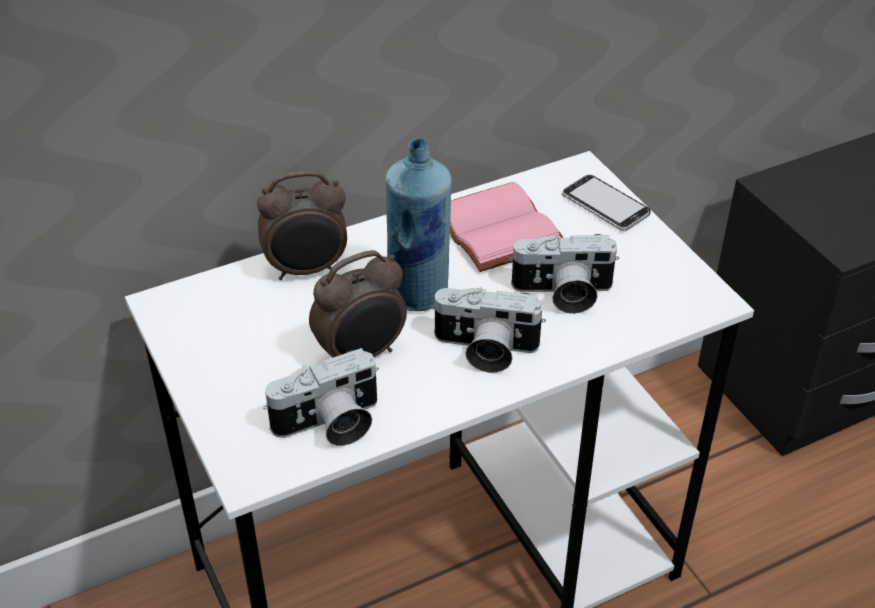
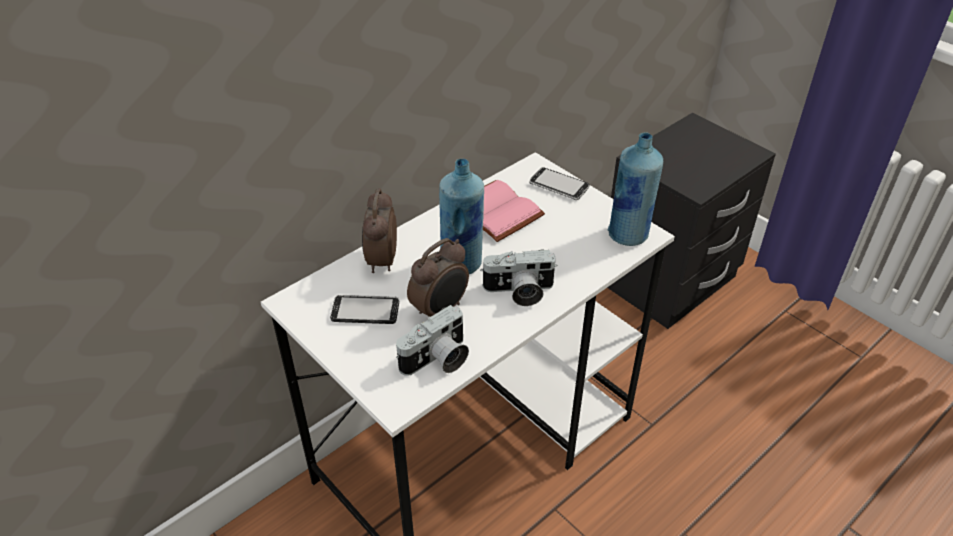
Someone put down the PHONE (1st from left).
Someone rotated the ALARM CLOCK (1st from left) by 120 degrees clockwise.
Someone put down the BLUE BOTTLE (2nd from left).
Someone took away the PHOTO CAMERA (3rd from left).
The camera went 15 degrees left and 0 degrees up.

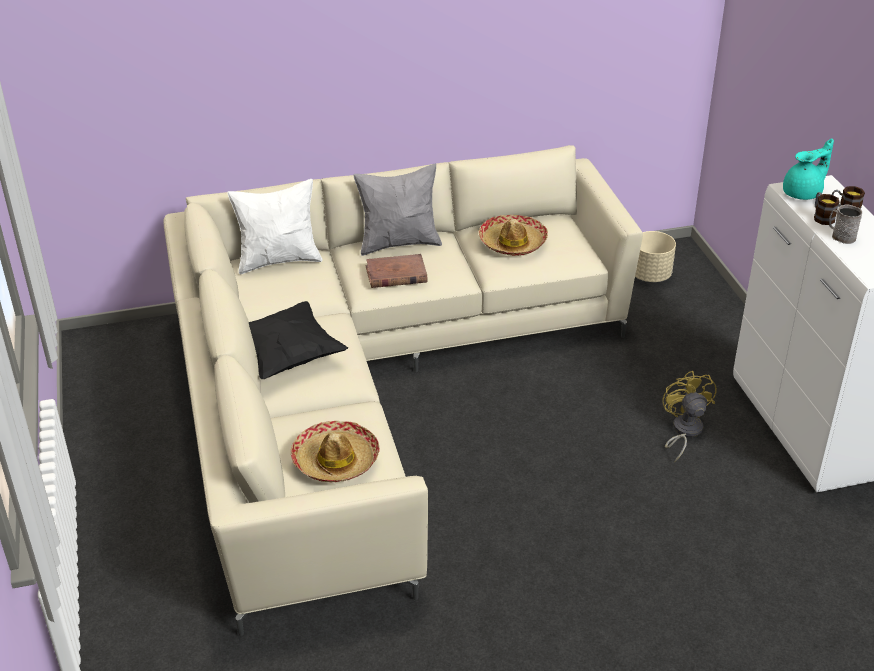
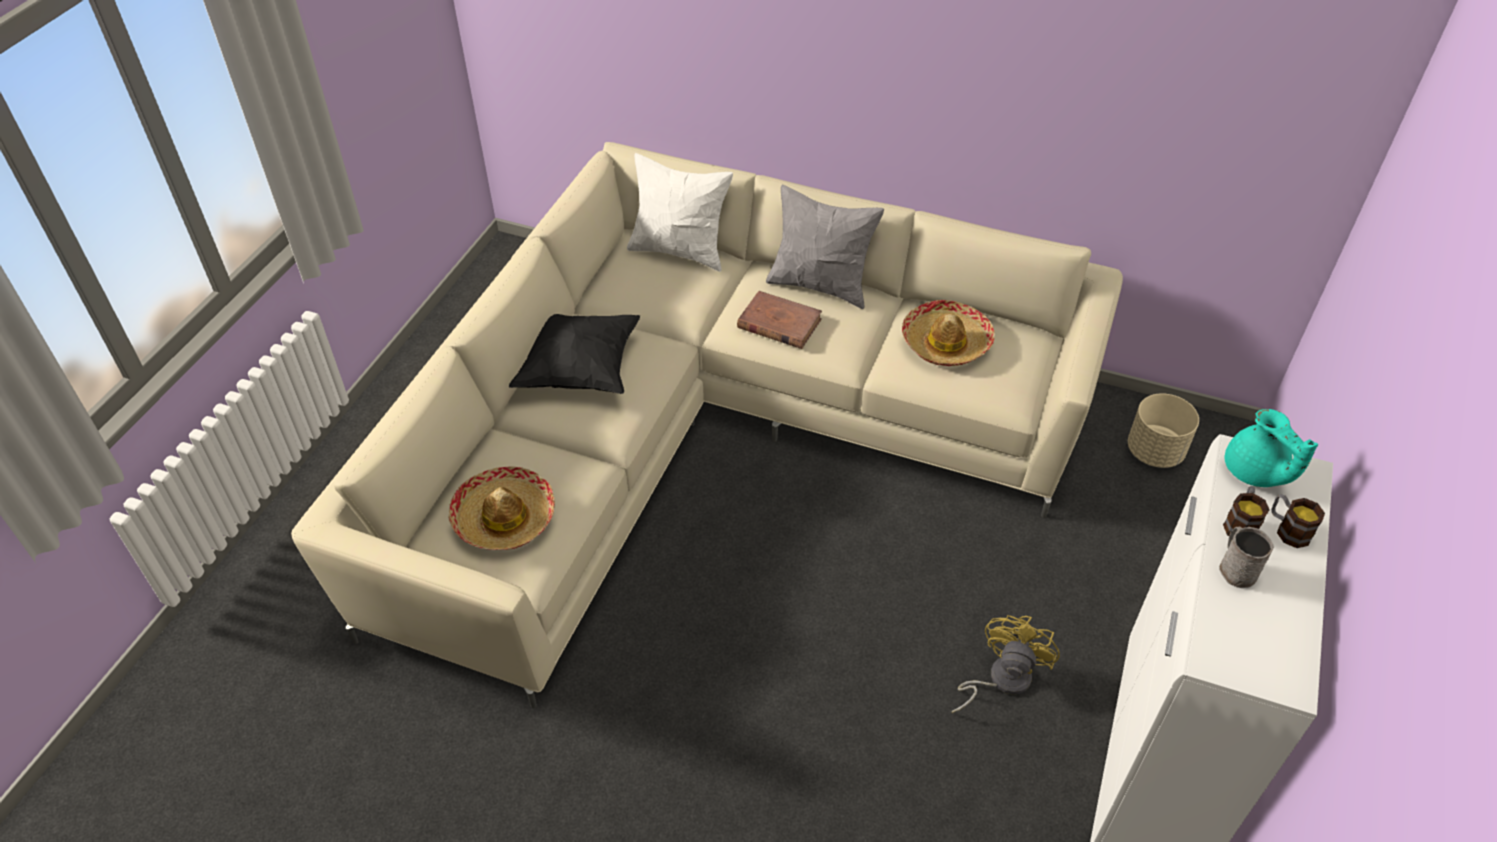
Someone rotated the TURQUOISE TEAPOT by 60 degrees clockwise.
The camera went 35 degrees right and 10 degrees up.

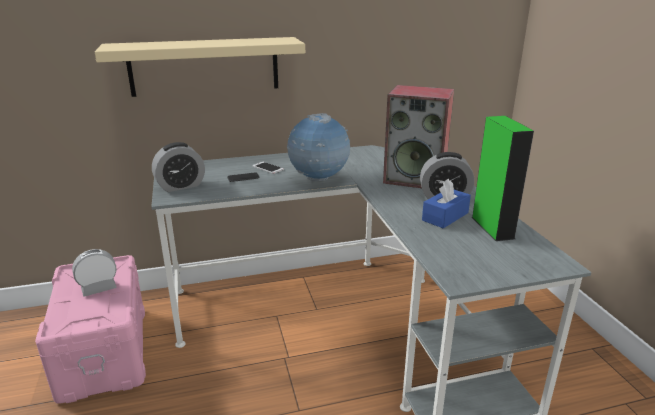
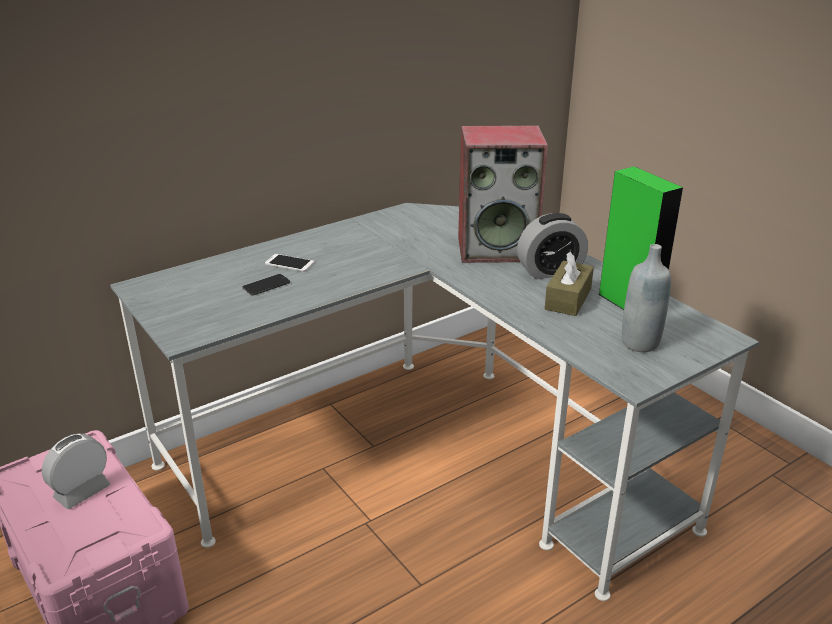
Someone repainted the BLUE TISSUE BOX, which became the BROWN TISSUE BOX.
Someone put down the GREY BOTTLE.
Someone took away the BEIGE SHELF.
Someone took away the ALARM CLOCK (2nd from left).
Someone took away the GLOBE.
The camera went 20 degrees left and 5 degrees up.

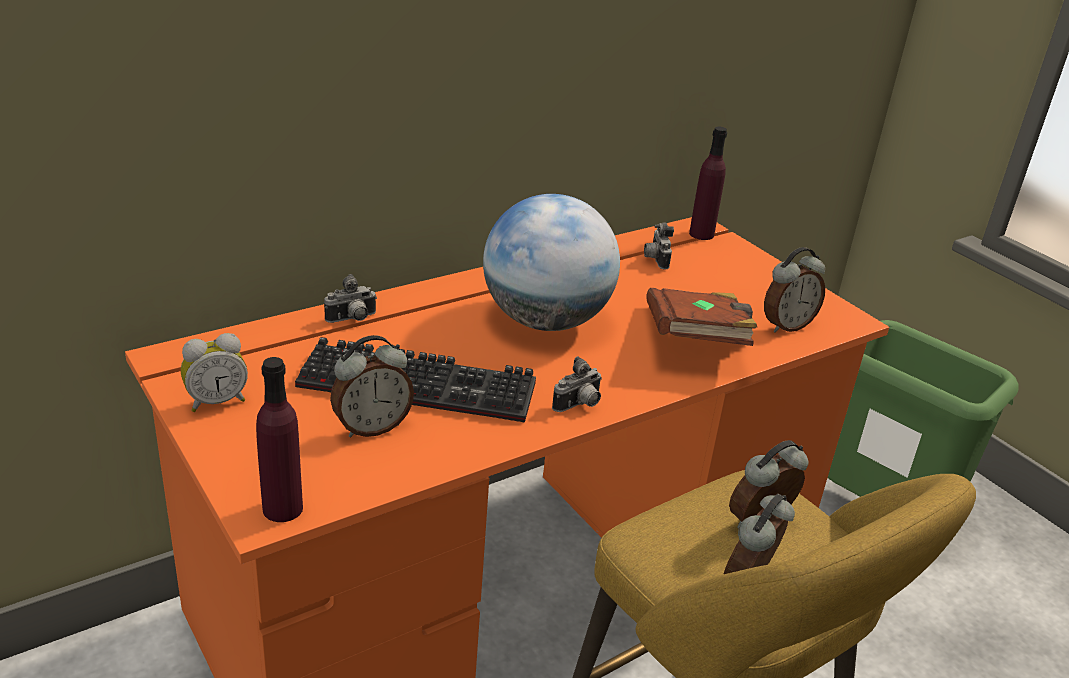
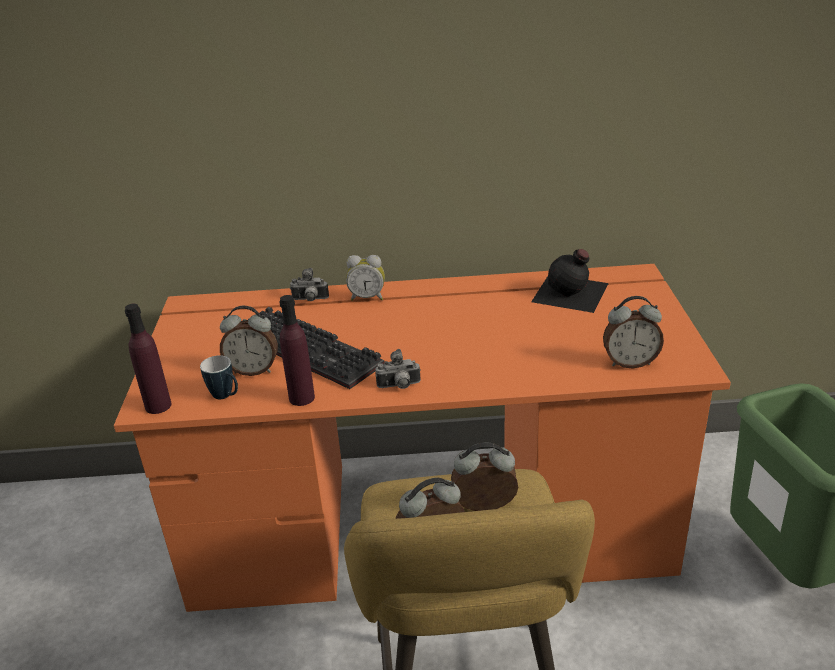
Someone put down the MUG.
Someone carried the PURPLE BOTTLE (2nd from left).
Someone carried the ALARM CLOCK (1st from left in the first image).
Someone swapped the PHOTO CAMERA (3rd from left) for the BLACK BOTTLE.
Someone took away the GLOBE.
Someone took away the BROWN BOOK.
The camera went 35 degrees right and 0 degrees up.

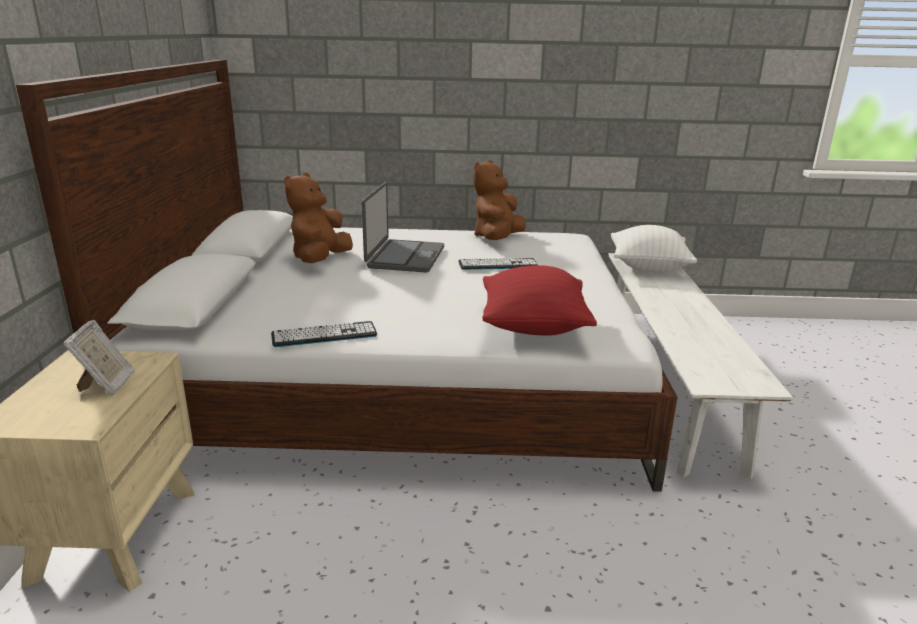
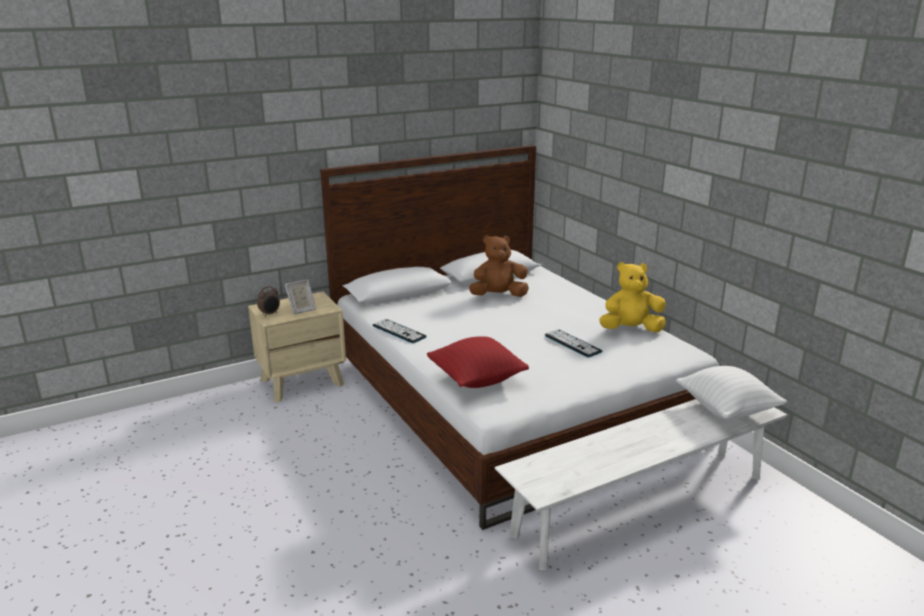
Someone put down the ALARM CLOCK.
Someone repainted the BROWN PLUSH TOY (2nd from left), which became the YELLOW PLUSH TOY.
Someone took away the LAPTOP.
The camera went 60 degrees right and 0 degrees up.

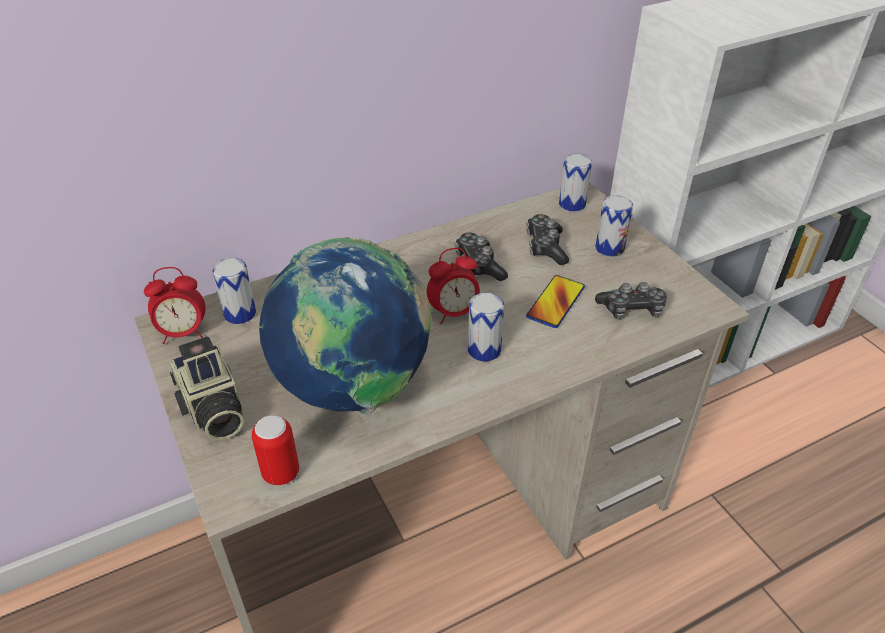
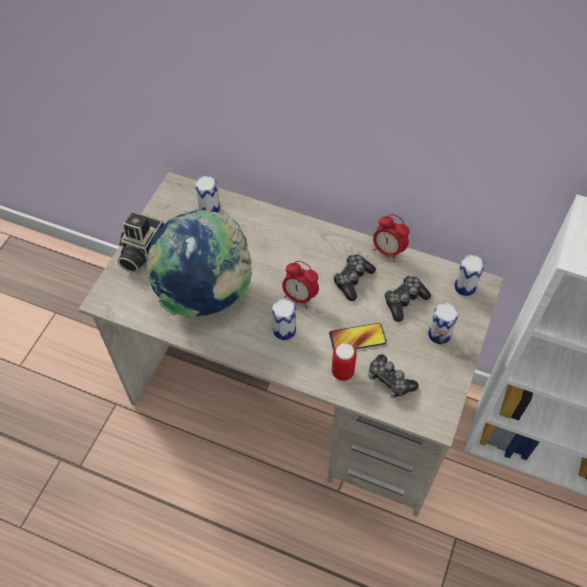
Someone carried the CAN (2nd from left in the first image).
Someone carried the ALARM CLOCK (1st from left in the first image).
The camera went 50 degrees right and 15 degrees up.

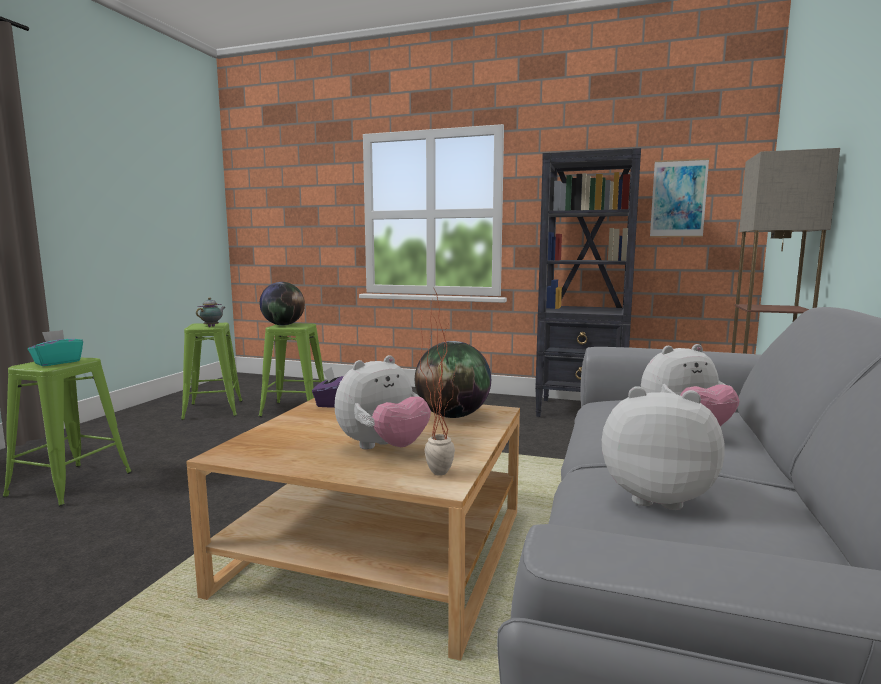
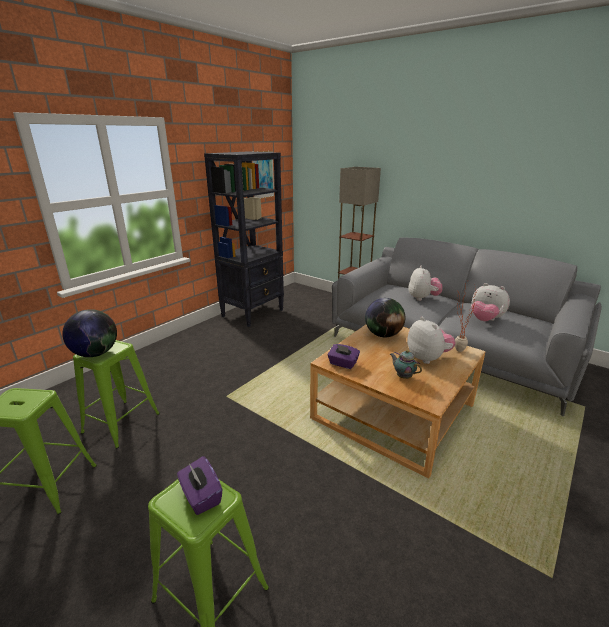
Someone repainted the TURQUOISE TISSUE BOX, which became the PURPLE TISSUE BOX (1st from left).
Someone carried the TEAPOT.
Someone rotated the PLUSH TOY (2nd from left in the first image) by 90 degrees counterclockwise.
The camera went 70 degrees left and 15 degrees up.

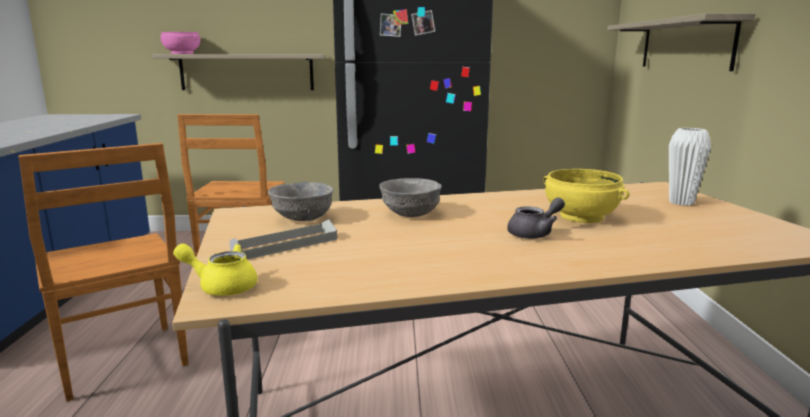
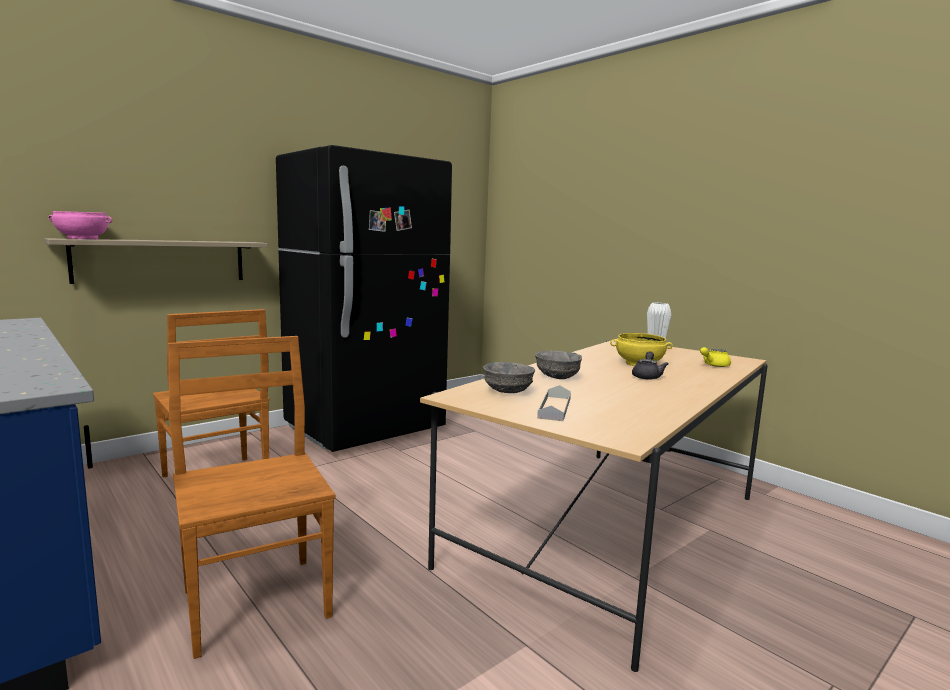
Someone rotated the BROWN CHAIR (1st from left in the first image) by 135 degrees counterclockwise.
Someone carried the YELLOW TEAPOT.
Someone took away the SHELF (2nd from left).
The camera went 40 degrees left and 5 degrees down.

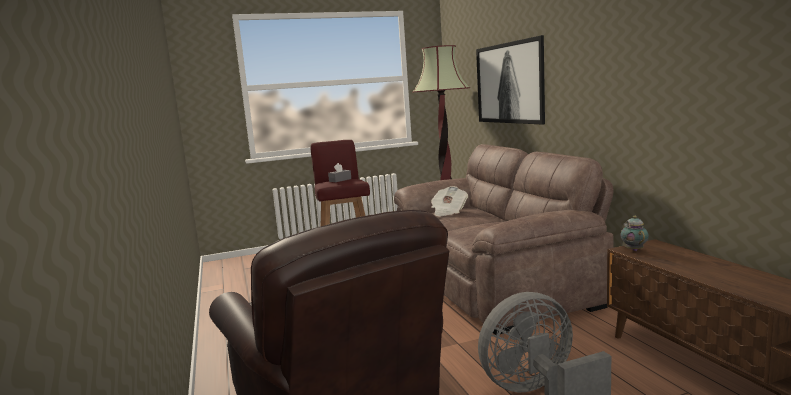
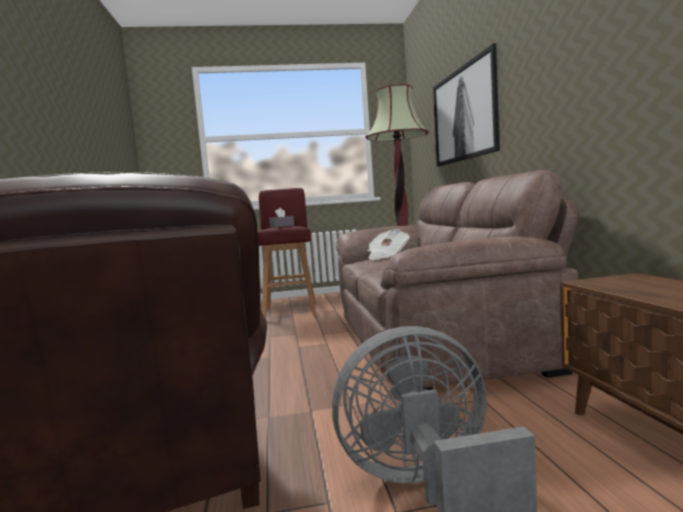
Someone took away the TEAPOT.
The camera went 10 degrees right and 5 degrees down.

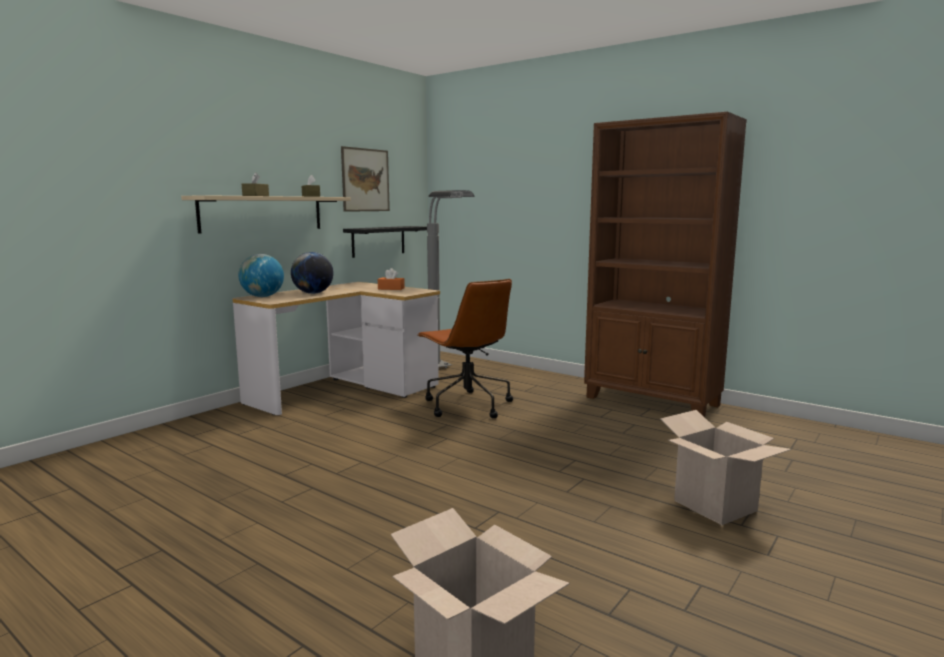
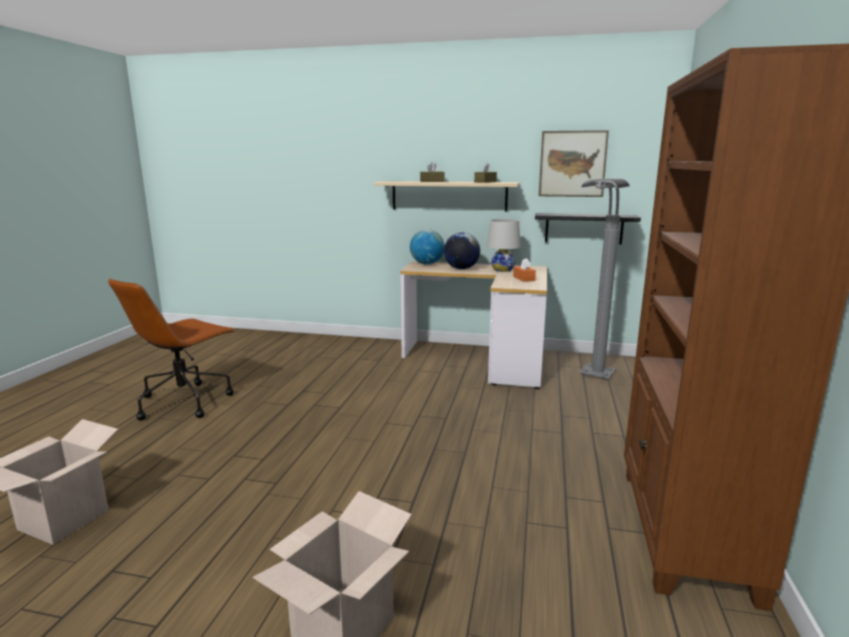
Someone carried the BROWN OFFICE CHAIR.
Someone put down the WHITE TABLE LAMP.
The camera went 65 degrees right and 5 degrees up.

